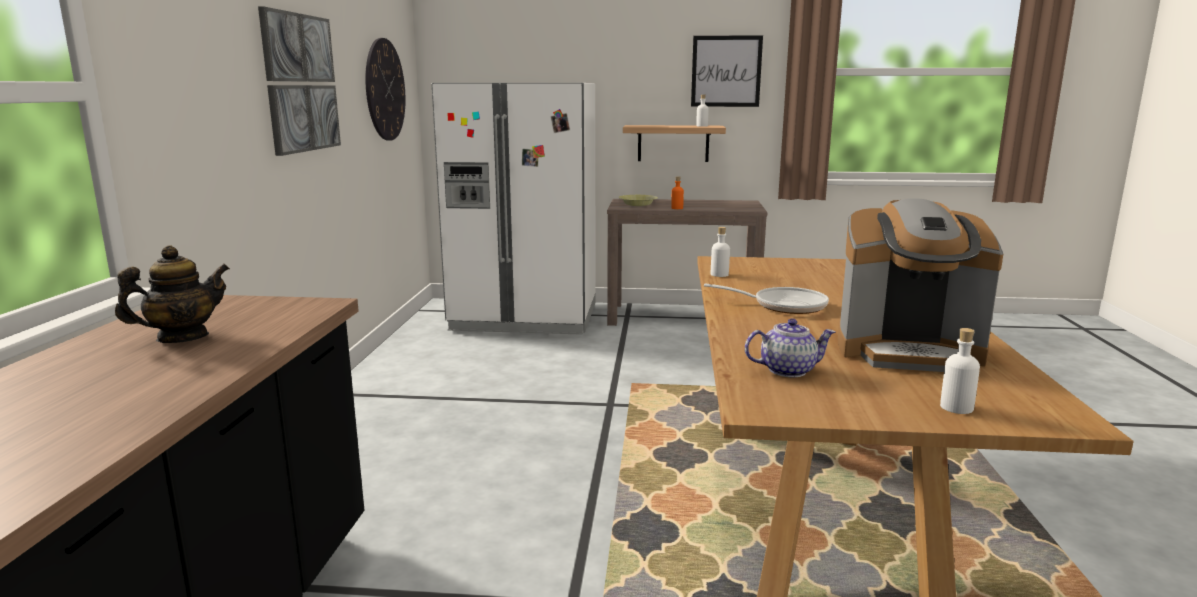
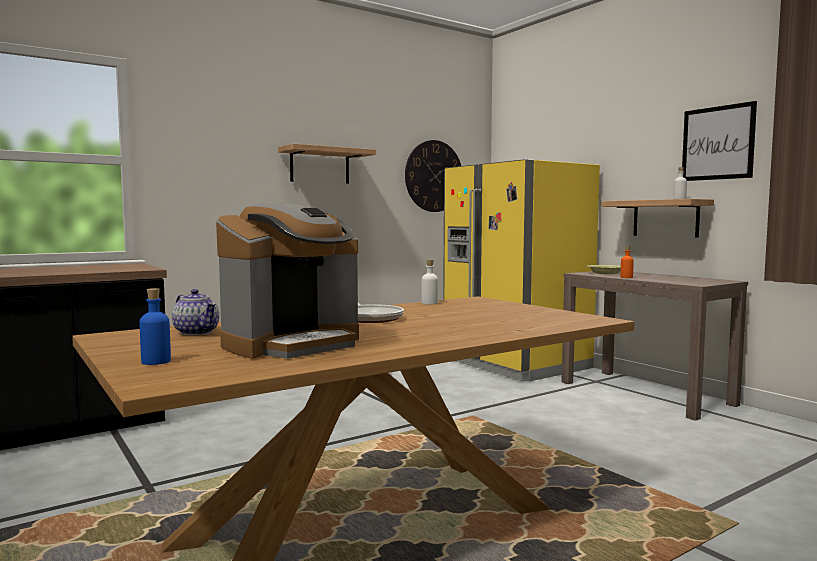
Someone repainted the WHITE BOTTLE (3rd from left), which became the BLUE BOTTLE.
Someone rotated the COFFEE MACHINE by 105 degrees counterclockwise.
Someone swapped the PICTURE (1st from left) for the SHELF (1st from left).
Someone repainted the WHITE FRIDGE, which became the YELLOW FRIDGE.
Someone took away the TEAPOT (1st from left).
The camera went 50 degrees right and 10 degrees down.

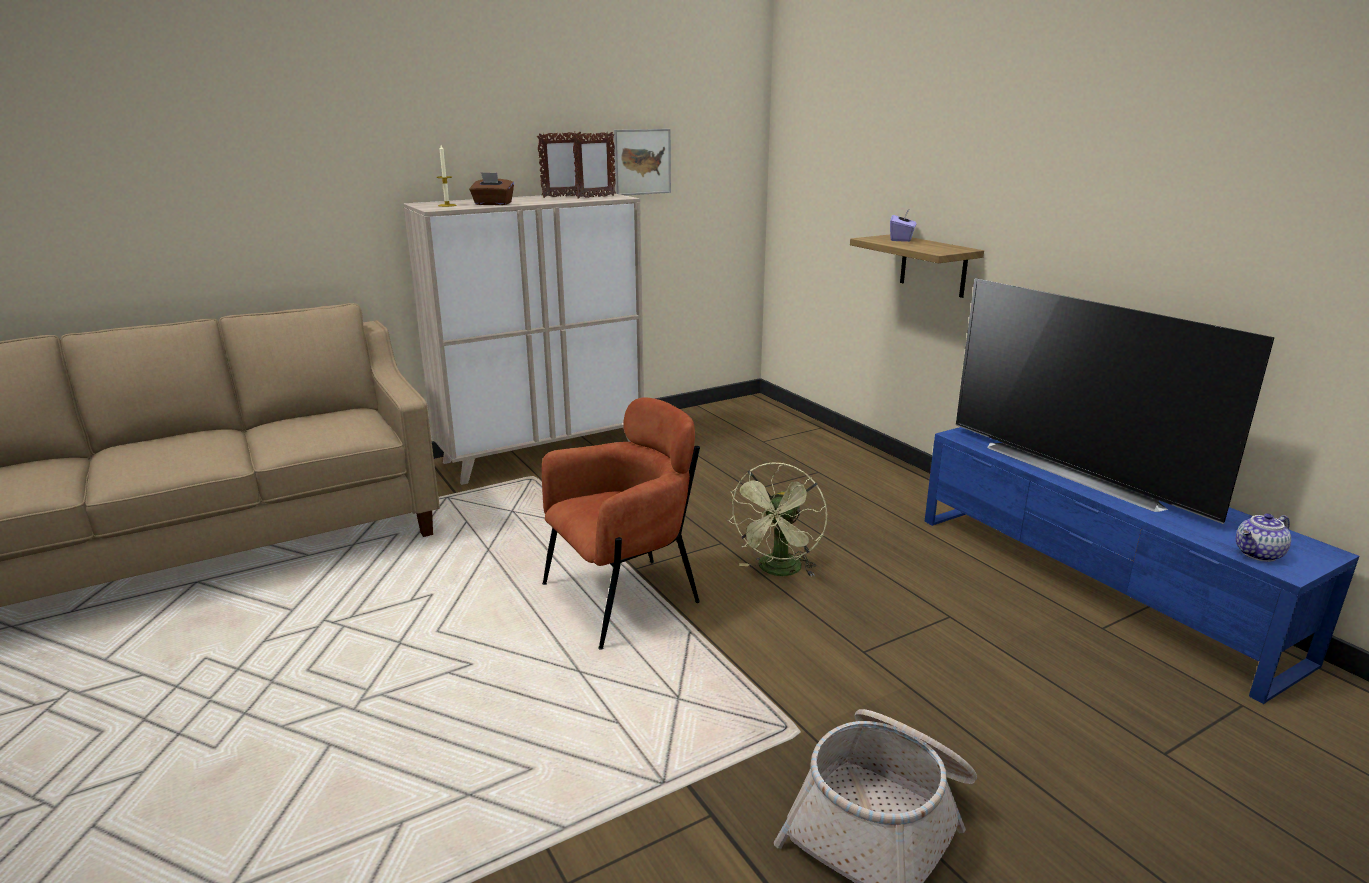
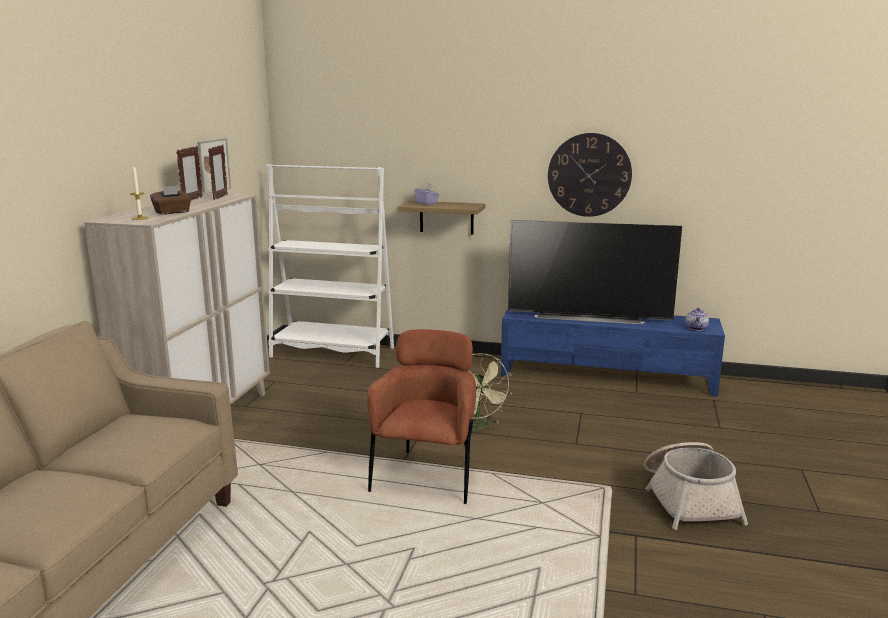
Someone put down the WHITE BOOKCASE.
Someone put up the WALL CLOCK.
The camera went 45 degrees left and 5 degrees down.

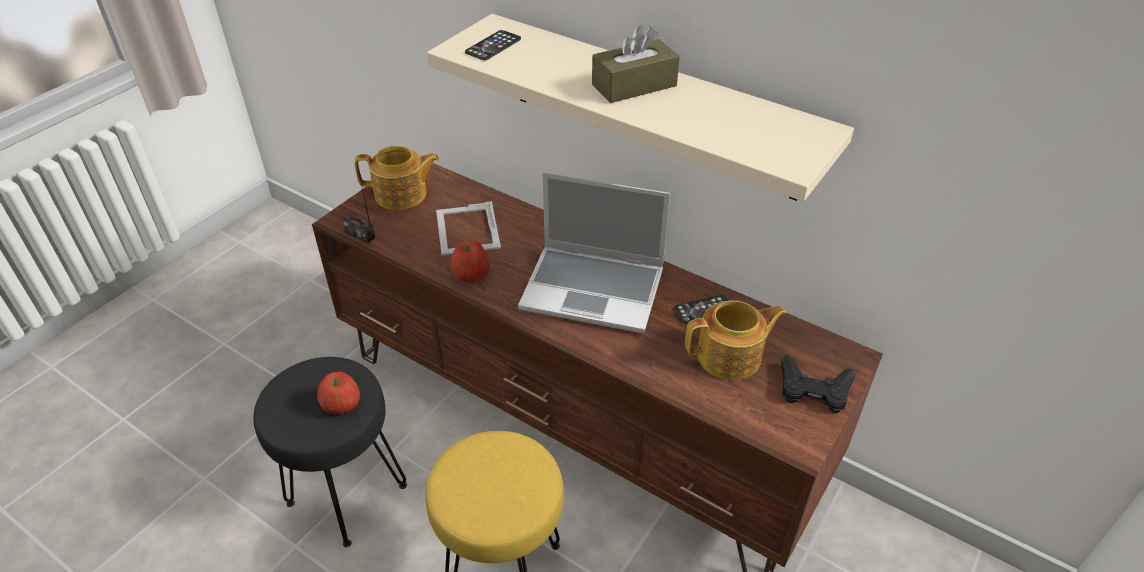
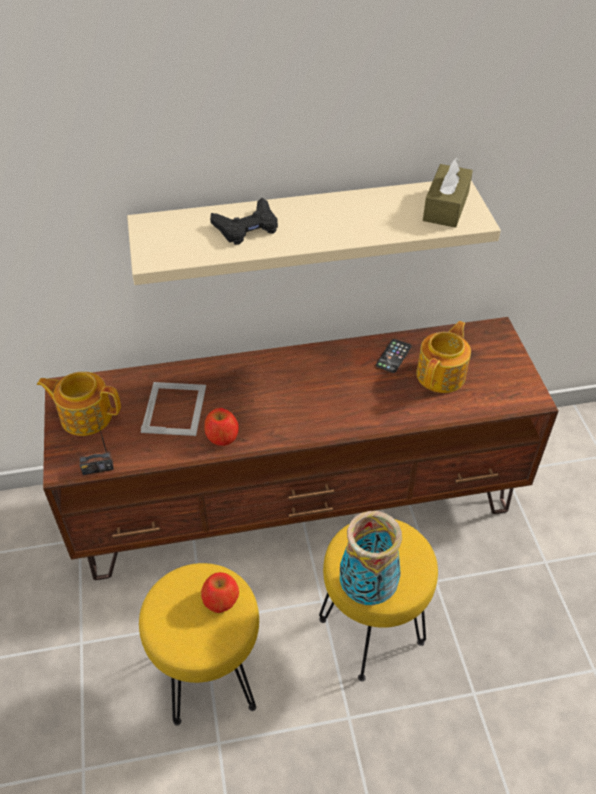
Someone rotated the TEAPOT (1st from left) by 120 degrees counterclockwise.
Someone repainted the BLACK STOOL, which became the YELLOW STOOL (1st from left).
Someone rotated the PICTURE FRAME by 120 degrees counterclockwise.
Someone carried the BLACK GAME CONTROLLER.
Someone put down the VASE.
Someone carried the BROWN TISSUE BOX.
Someone took away the PHONE (1st from left).
Someone took away the LAPTOP.
The camera went 45 degrees left and 5 degrees up.

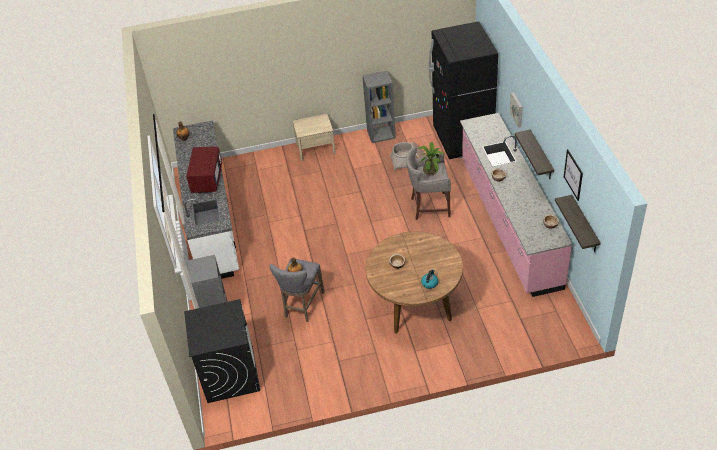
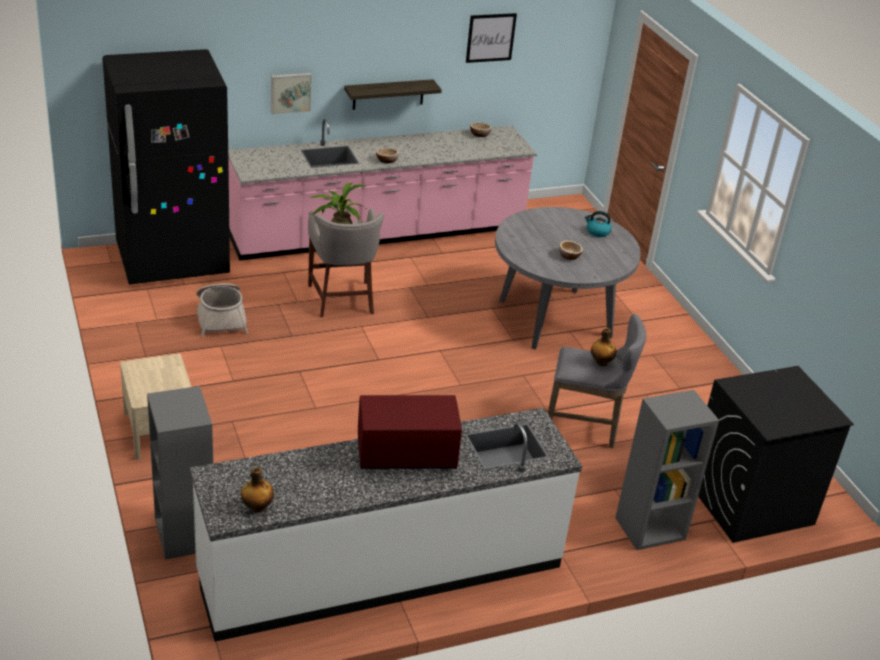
Someone carried the GREY BOOKCASE (2nd from left in the first image).
Someone repainted the BROWN DINING TABLE, which became the GREY DINING TABLE.
Someone took away the SHELF (2nd from left).
The camera went 105 degrees left and 10 degrees down.

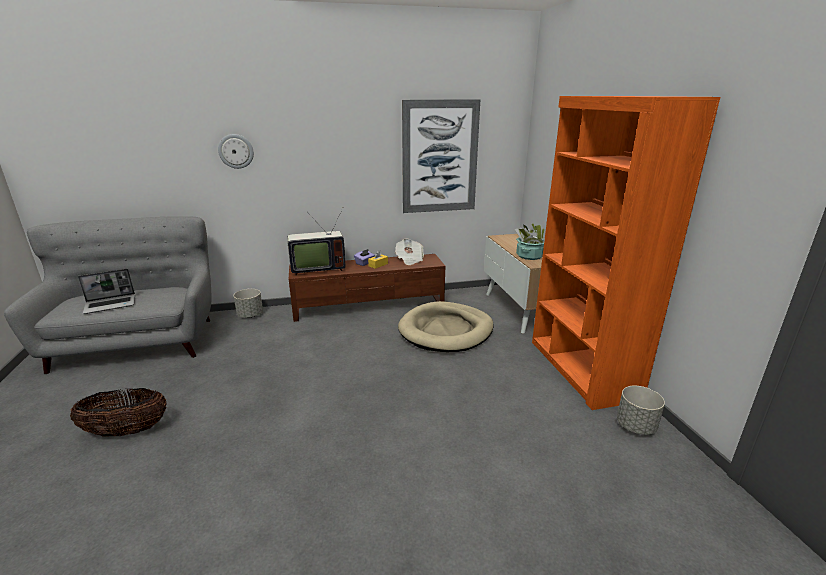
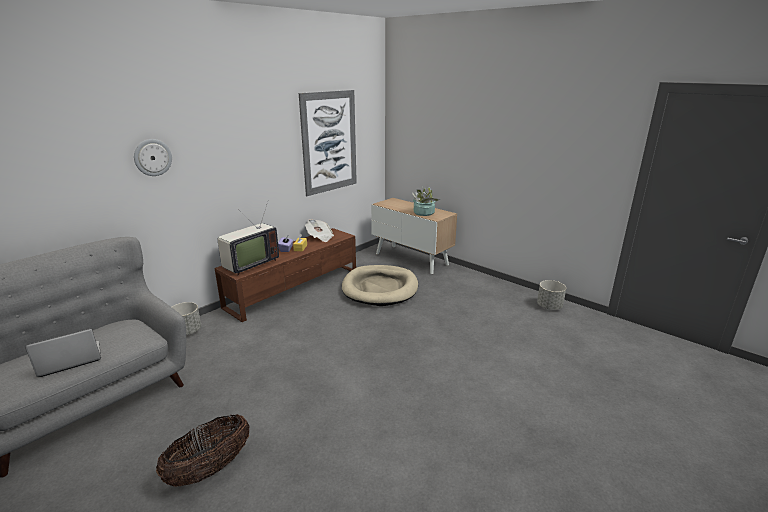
Someone rotated the LAPTOP by 150 degrees counterclockwise.
Someone took away the ORANGE BOOKCASE.
The camera went 35 degrees left and 0 degrees up.

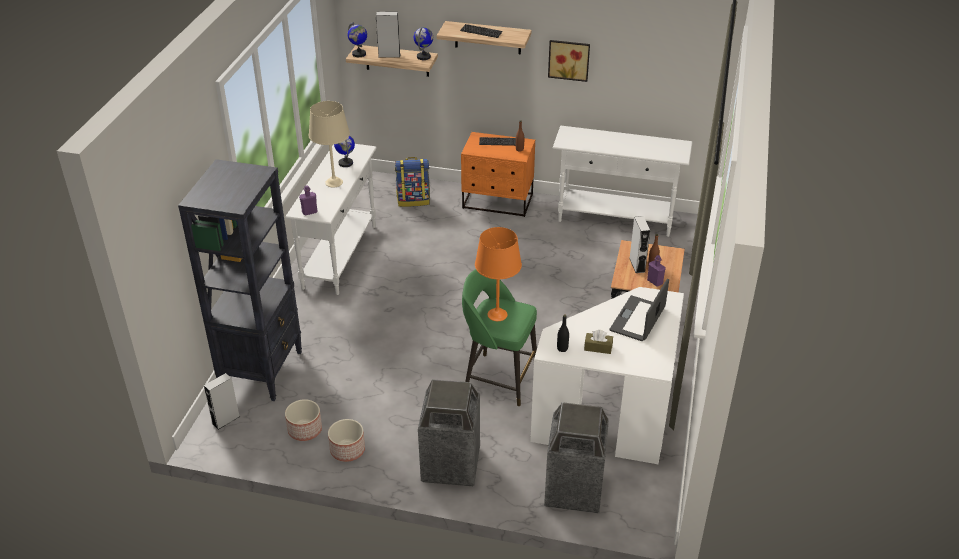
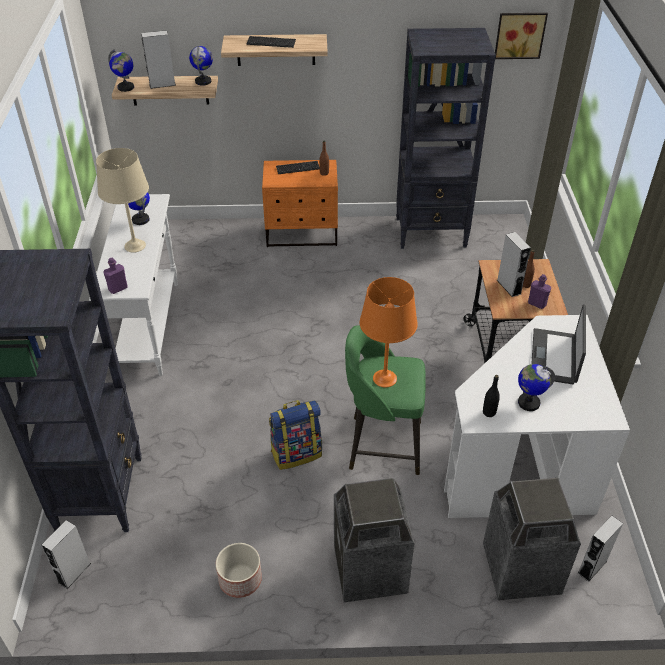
Someone carried the BACKPACK.
Someone swapped the WHITE CONSOLE TABLE (2nd from left) for the BLACK BOOKCASE (2nd from left).
Someone carried the PICTURE.
Someone swapped the BROWN TISSUE BOX for the GLOBE (4th from left).
Someone put down the GREY SPEAKER (4th from left).
Someone took away the PLANTER (1st from left).
The camera went 15 degrees left and 5 degrees up.

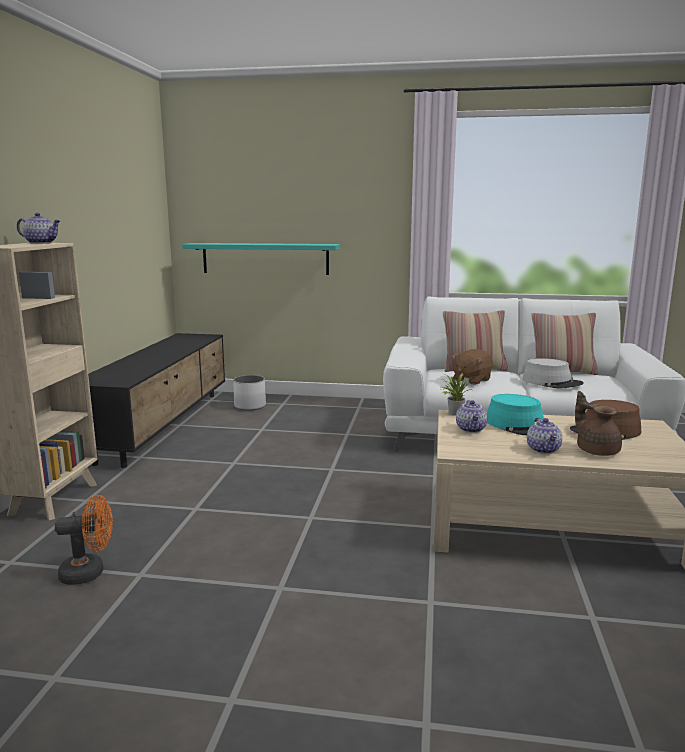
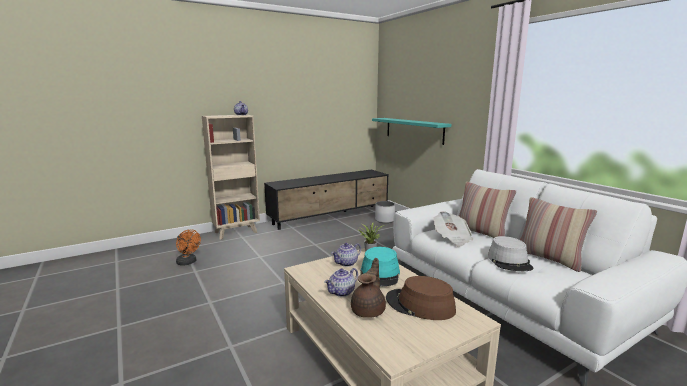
Someone swapped the BROWN PLUSH TOY for the NEWSPAPER.
The camera went 50 degrees right and 0 degrees up.

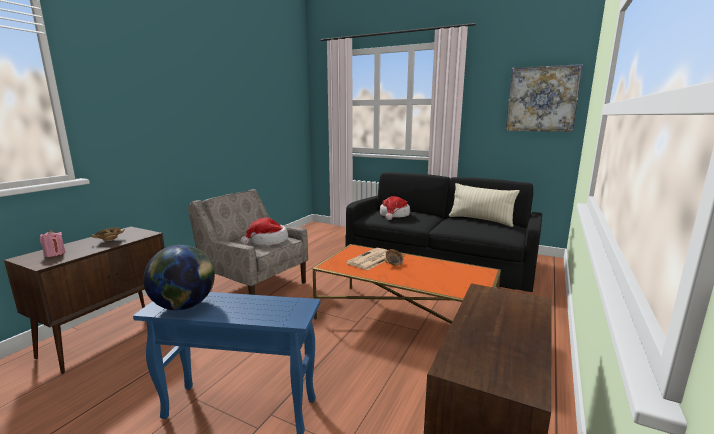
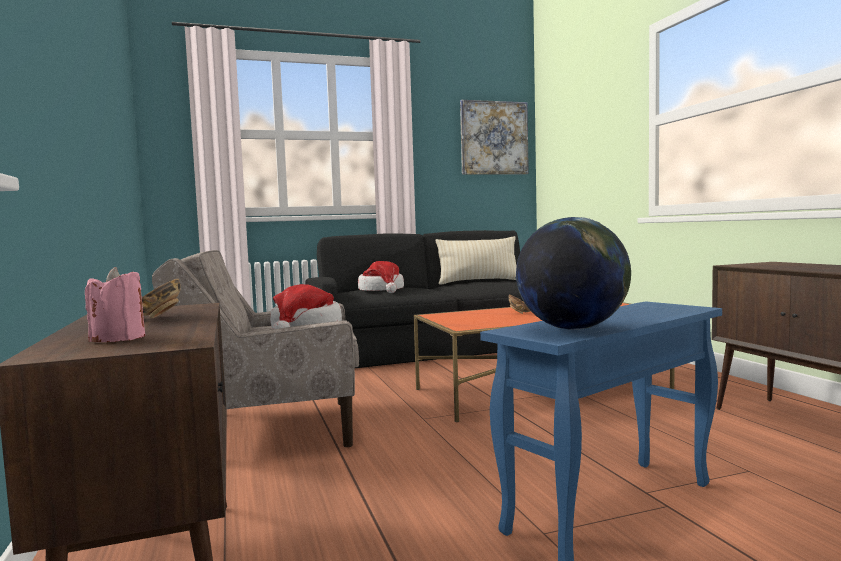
Someone took away the NEWSPAPER.
The camera went 45 degrees left and 10 degrees down.

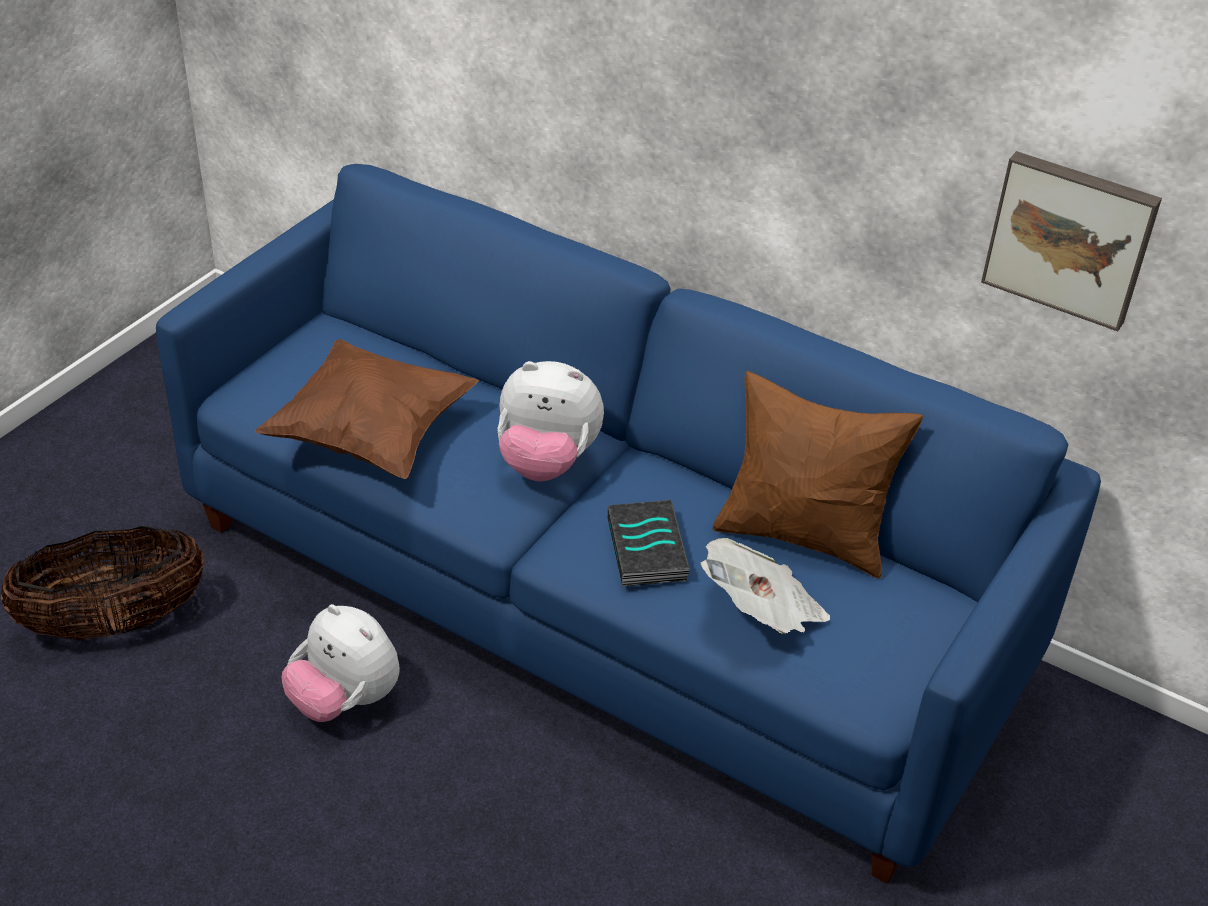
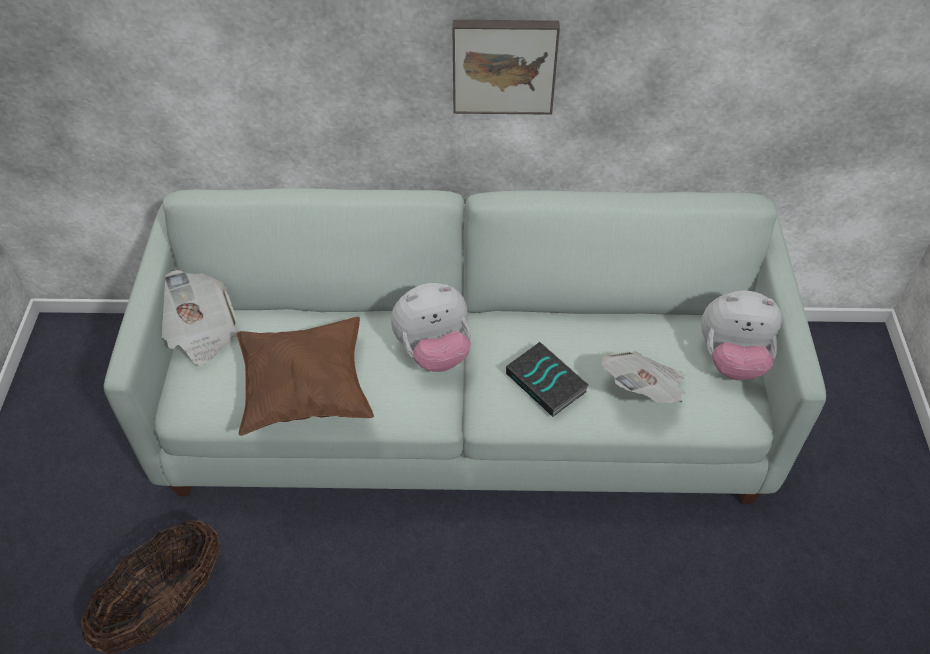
Someone repainted the BLUE SOFA, which became the WHITE SOFA.
Someone put down the NEWSPAPER (1st from left).
Someone carried the PICTURE.
Someone carried the PLUSH TOY (1st from left in the first image).
Someone took away the BROWN PILLOW (2nd from left).
The camera went 30 degrees left and 10 degrees up.

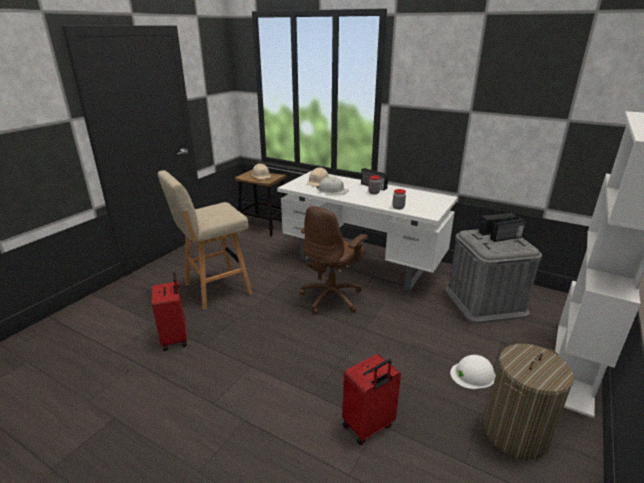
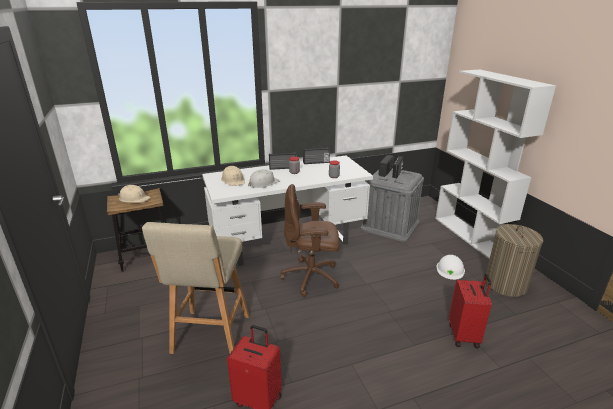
Someone rotated the BROWN OFFICE CHAIR by 105 degrees clockwise.
Someone put down the RADIO (2nd from left).
The camera went 50 degrees left and 0 degrees up.

